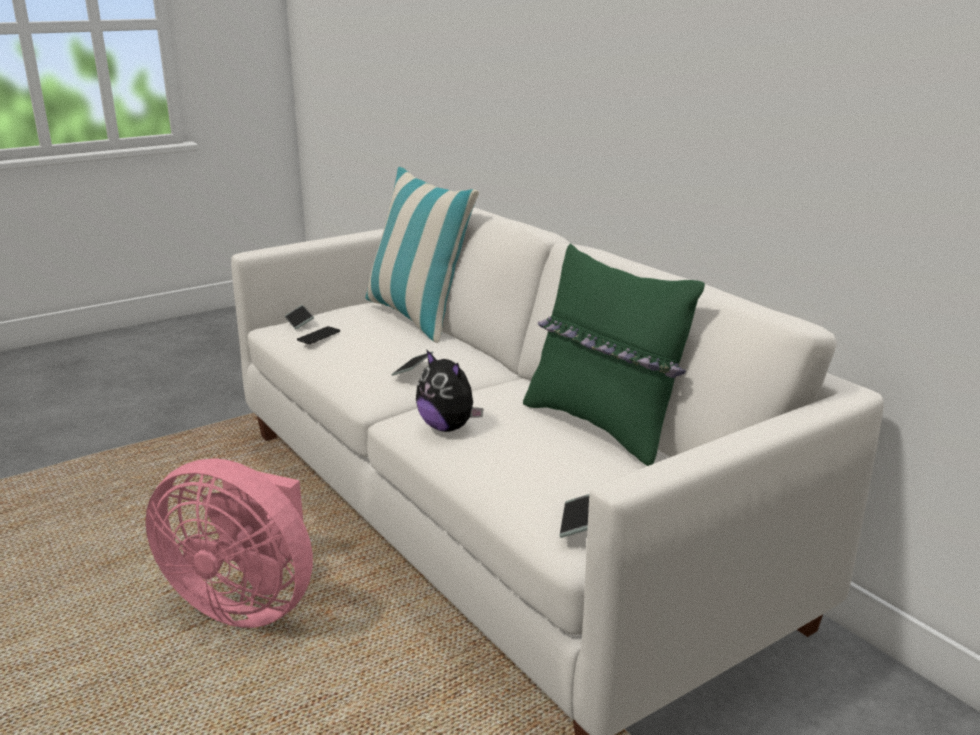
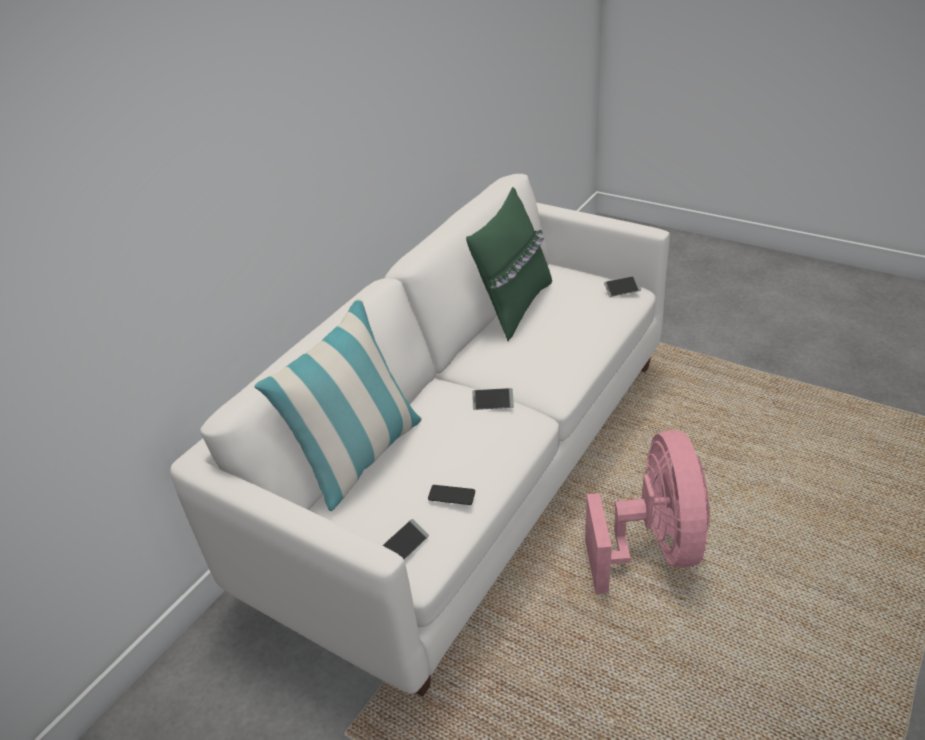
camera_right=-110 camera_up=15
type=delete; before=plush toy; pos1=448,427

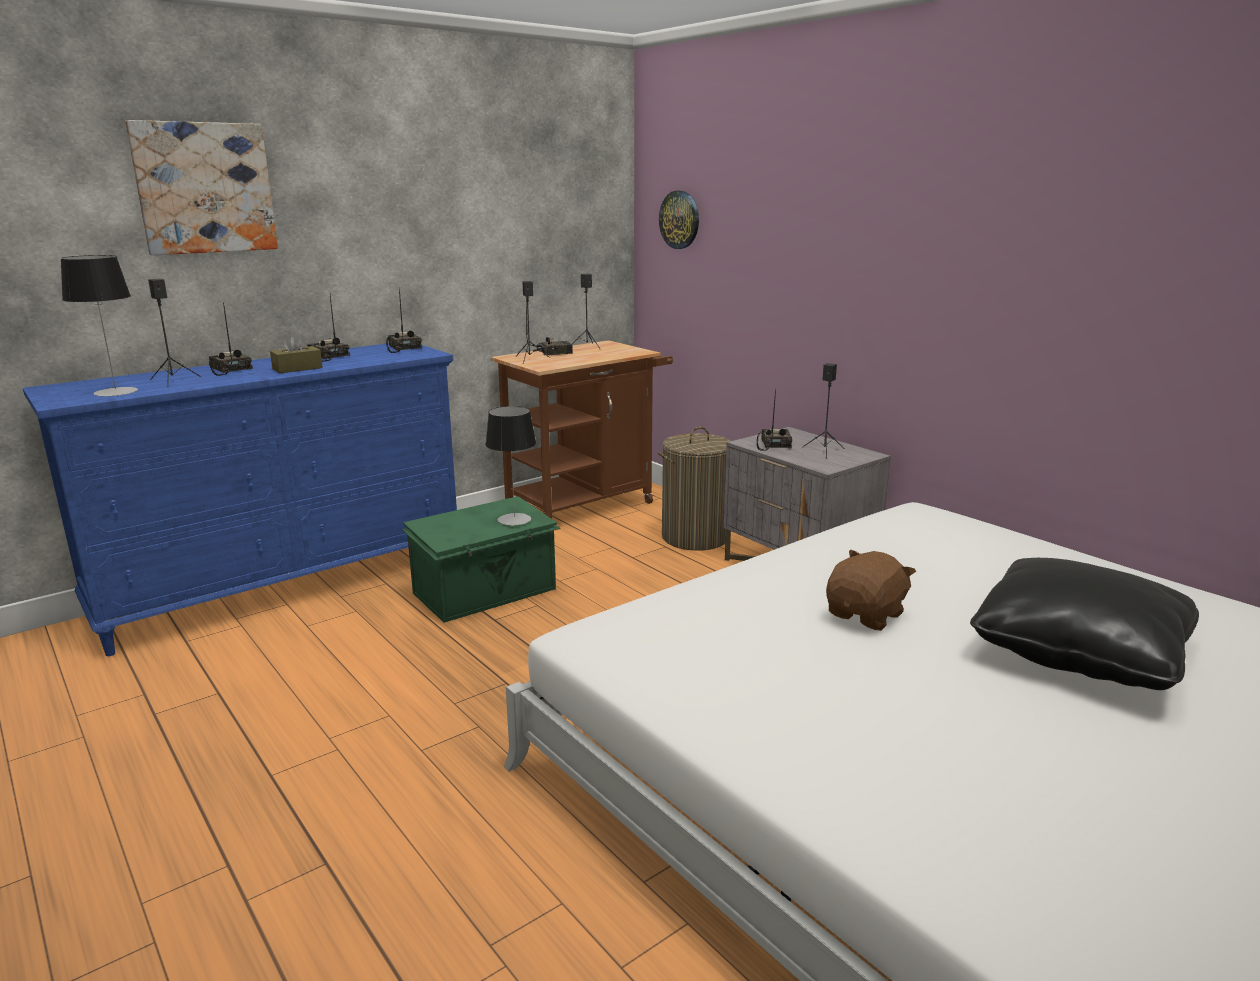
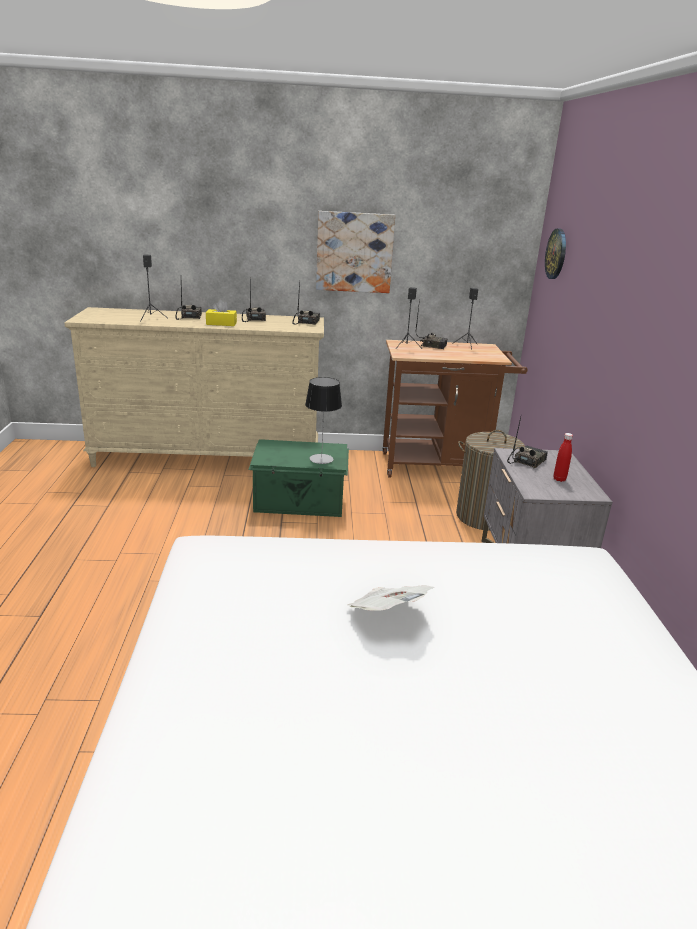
camera_right=35 camera_up=5
type=delete; before=table lamp; pos1=116,392
type=delete; before=black pillow; pos1=1078,651
type=move; before=picture; pos1=204,188; pos2=354,252
type=replace; before=black speaker; after=red bottle; pos1=824,451; pos2=559,479
type=replace; before=brown plush toy; after=newspaper; pos1=866,615; pos2=387,614
type=recolor; before=blue dresser; after=beige dresser; pos1=288,585; pos2=208,458
type=recolor; before=brown tissue box; after=yellow tissue box; pos1=297,368; pos2=221,323

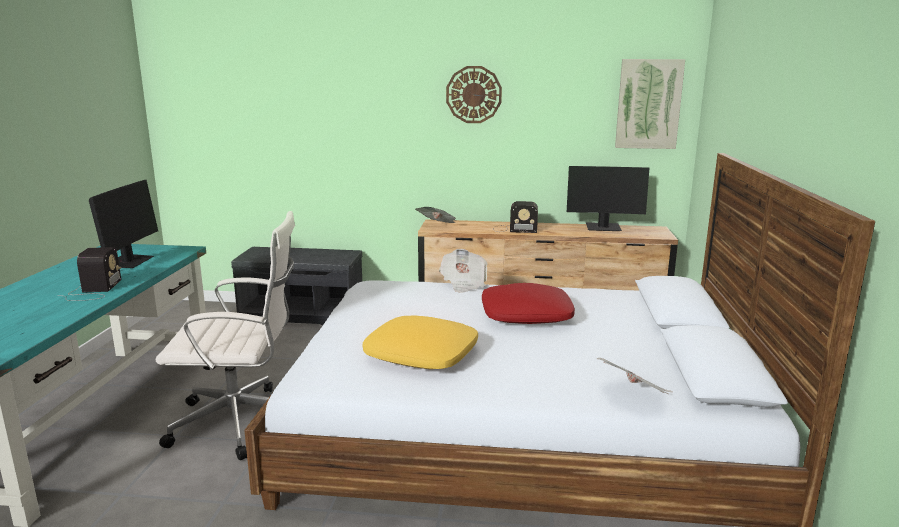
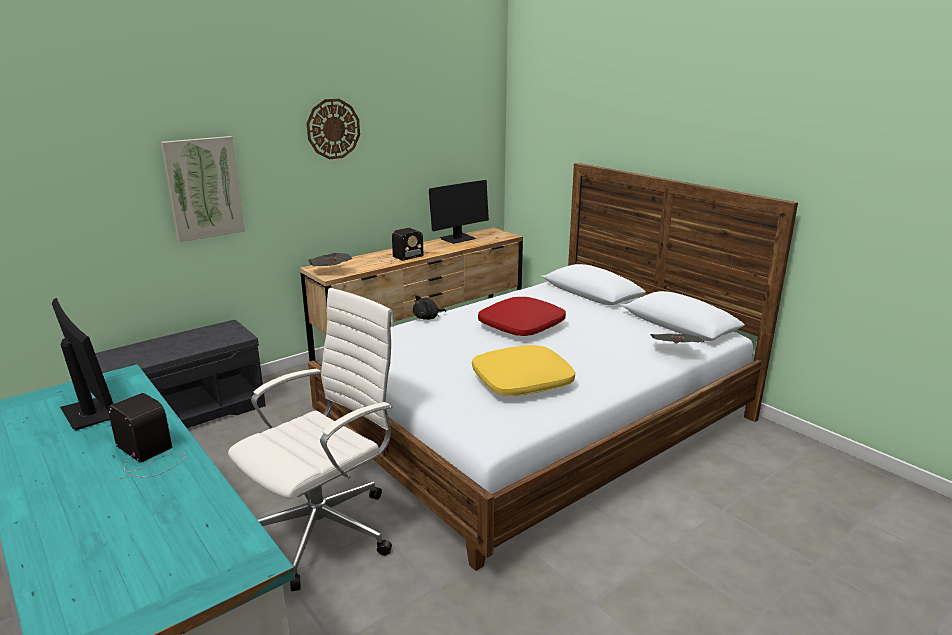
camera_right=-45 camera_up=5
type=move; before=picture; pos1=648,104; pos2=203,188
type=replace; before=newspaper; after=black plush toy; pos1=463,284; pos2=427,318

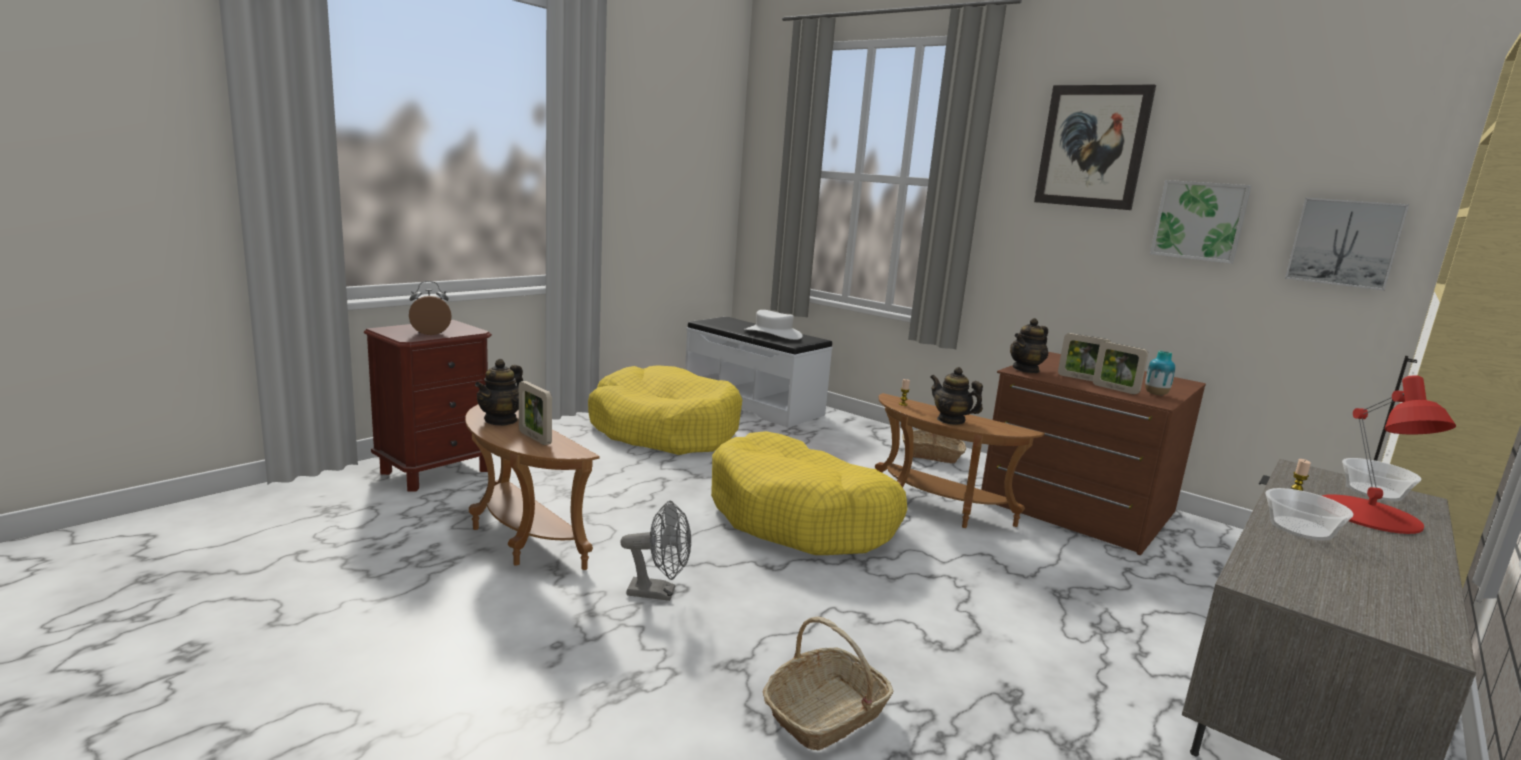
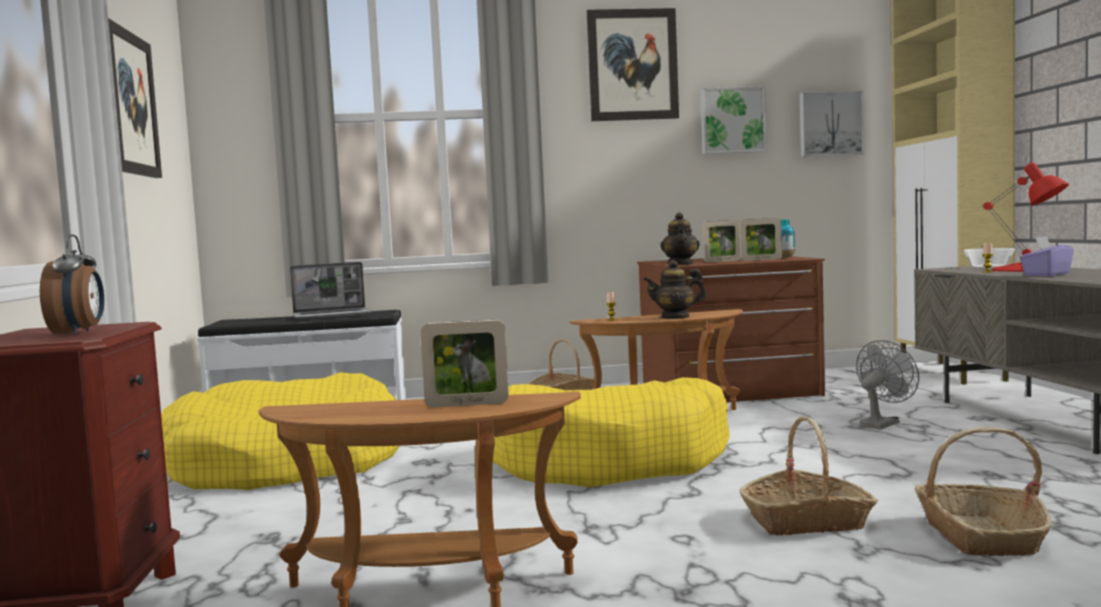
camera_right=-45 camera_up=-10
type=delete; before=teapot; pos1=501,420
type=insert; after=picture; pos2=129,103
type=insert; after=basket; pos2=807,521
type=move; before=grey fan; pos1=659,593; pos2=882,423
type=replace; before=white hat; after=laptop; pos1=773,334; pos2=332,315
type=replace; before=bowl; after=purple tissue box; pos1=1300,528; pos2=1046,275
type=rotate; before=alarm clock; pos1=430,333; pos2=78,333; turn=150

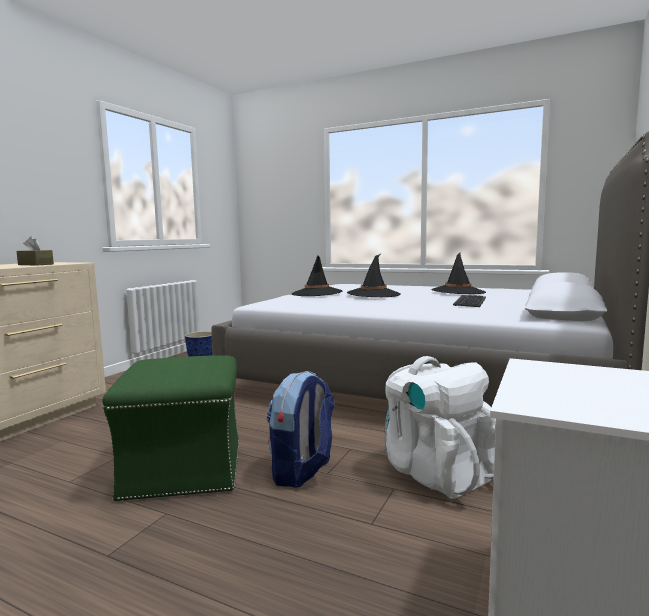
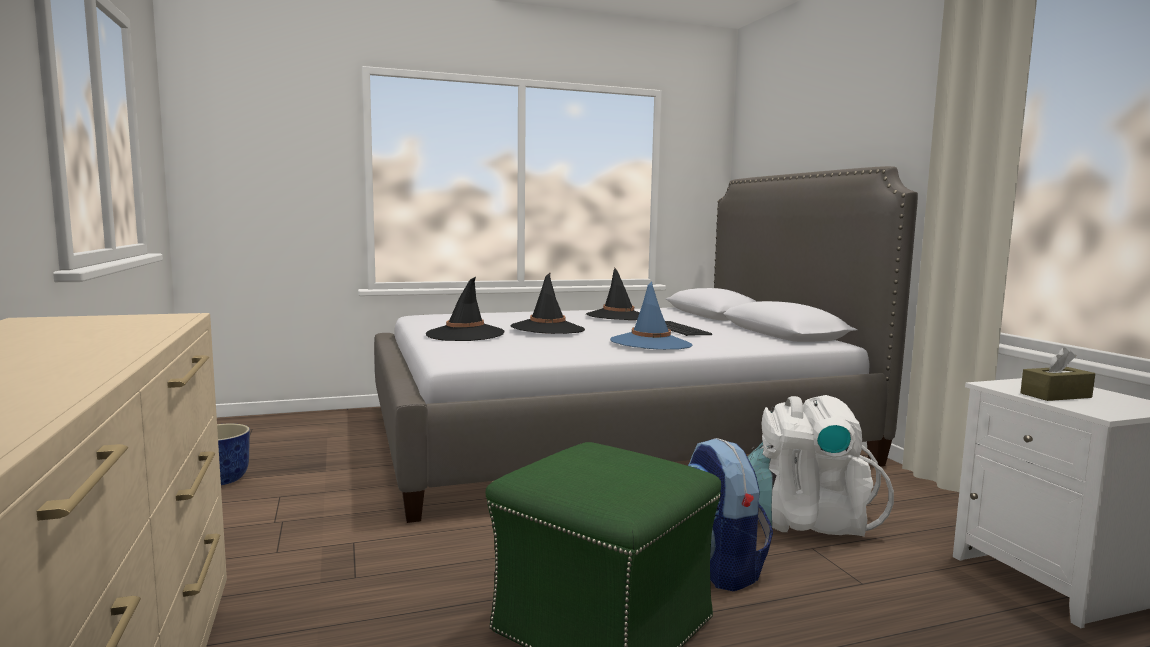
camera_right=-45 camera_up=0
type=insert; after=blue hat; pos2=650,343
type=move; before=brown tissue box; pos1=35,264; pos2=1055,395

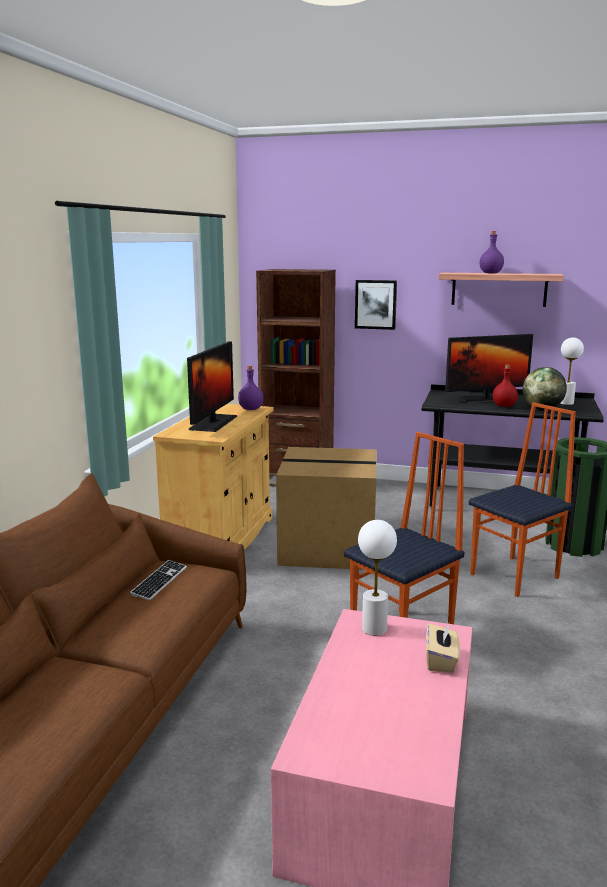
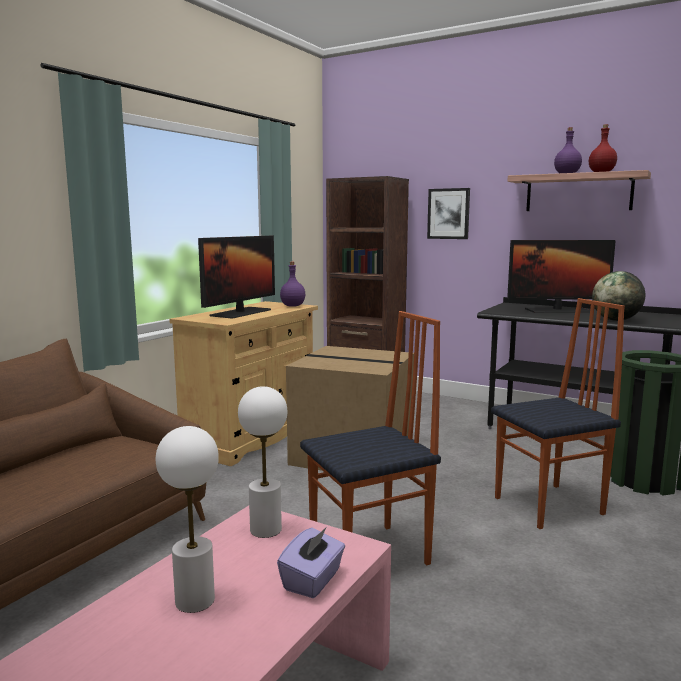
camera_right=15 camera_up=-5
type=delete; before=keyboard; pos1=159,581
type=move; before=red bottle; pos1=504,406; pos2=601,172
type=move; before=white table lamp; pos1=566,403; pos2=194,600
type=recolor; before=beige tissue box; after=purple tissue box; pos1=441,661; pos2=313,580

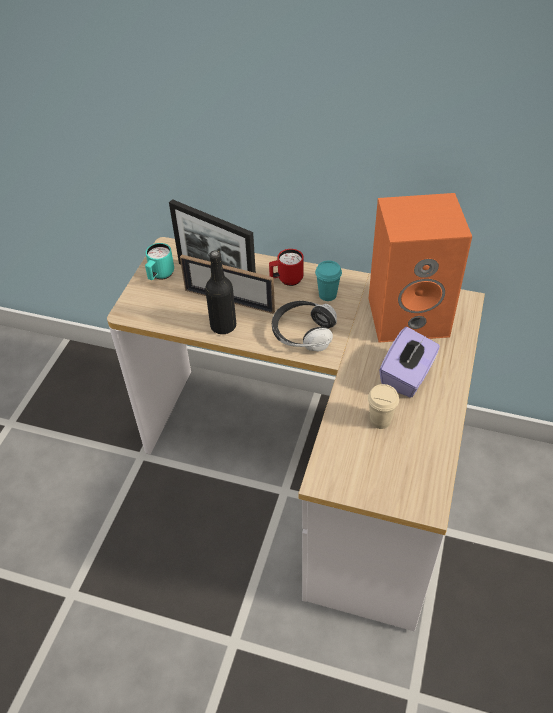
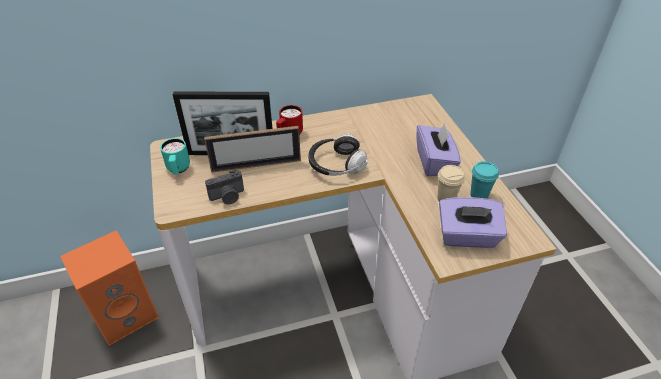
camera_right=-35 camera_up=-5
type=delete; before=black bottle; pos1=223,326
type=insert; after=photo camera; pos2=228,197
type=insert; after=purple tissue box; pos2=467,237
type=move; before=turquoise cup; pos1=327,295; pos2=478,195
type=move; before=orange speaker; pos1=409,315; pos2=126,313

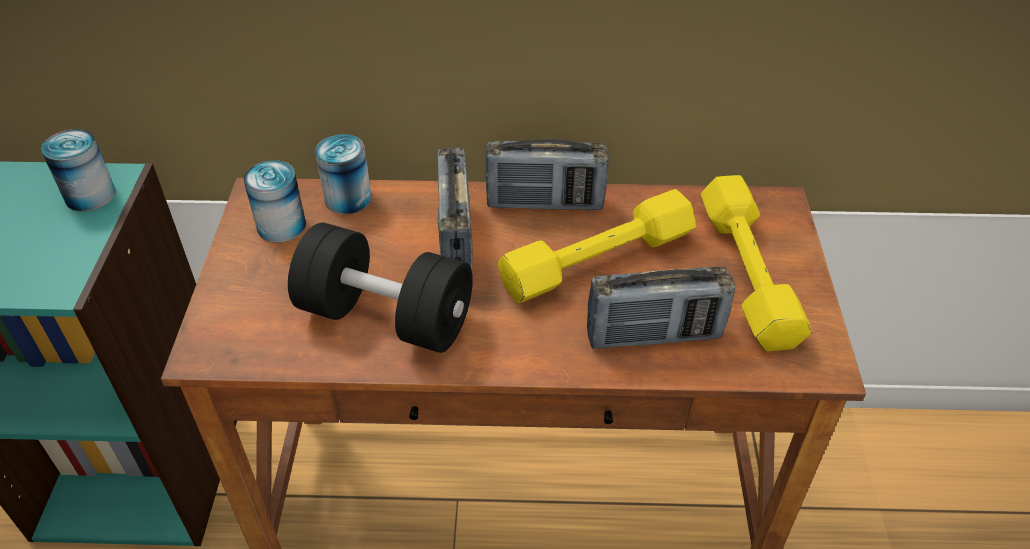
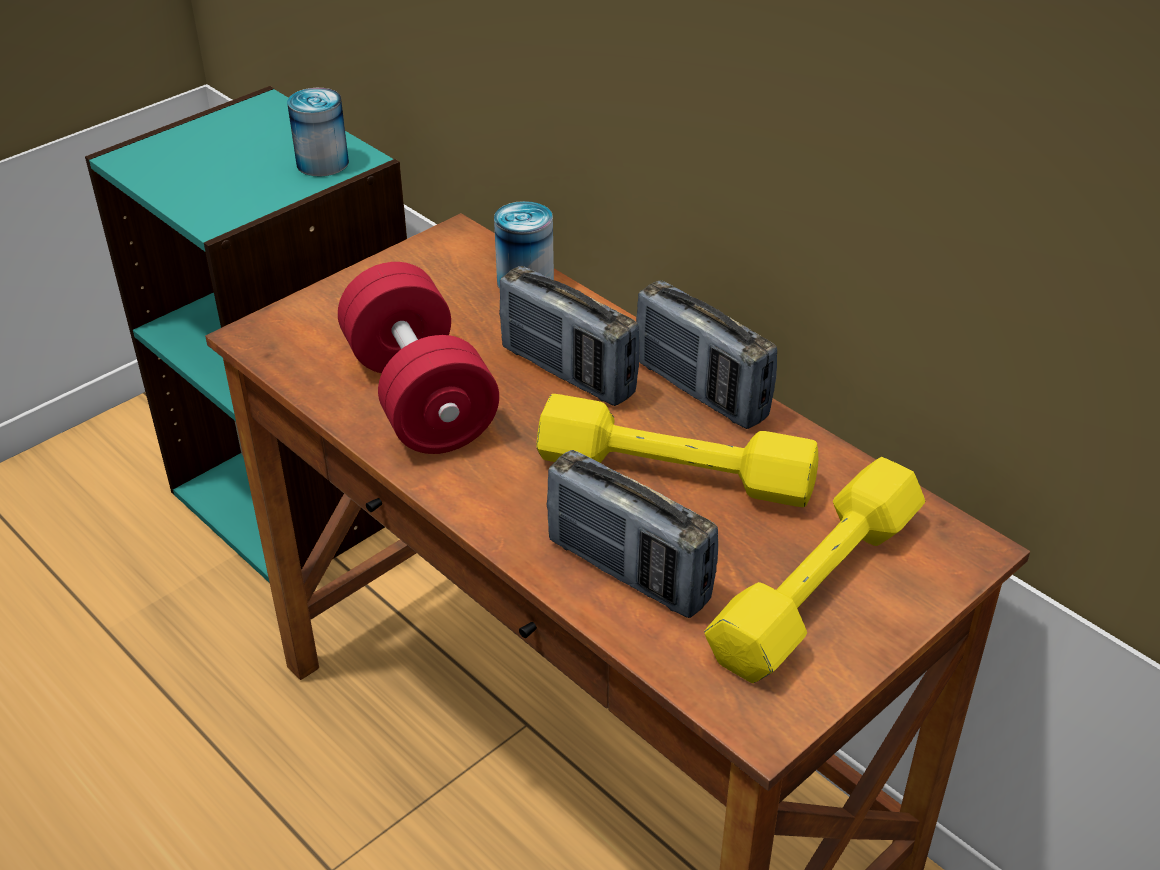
camera_right=45 camera_up=-5
type=delete; before=can; pos1=281,226
type=recolor; before=black dumbbell; after=red dumbbell; pos1=386,317; pos2=419,397
type=rotate; before=radio; pos1=455,240; pos2=567,372; turn=-90

